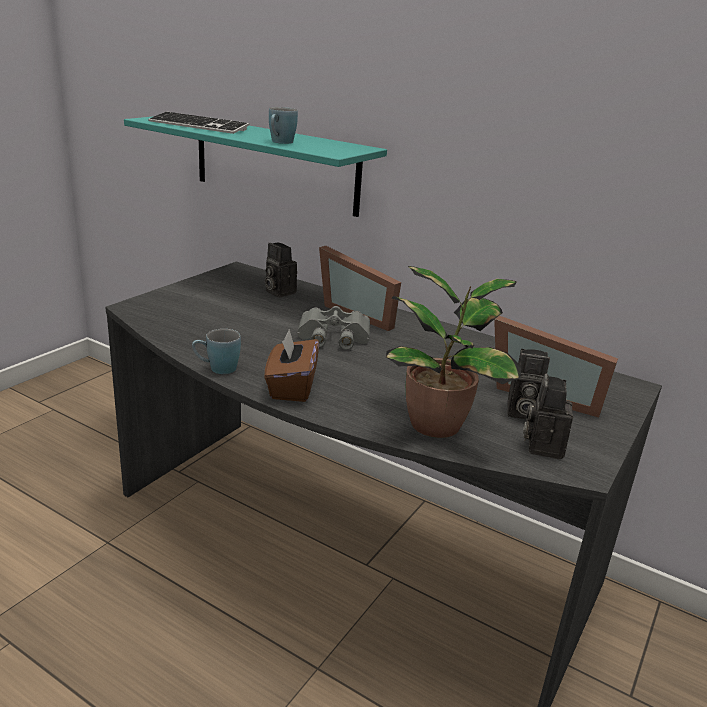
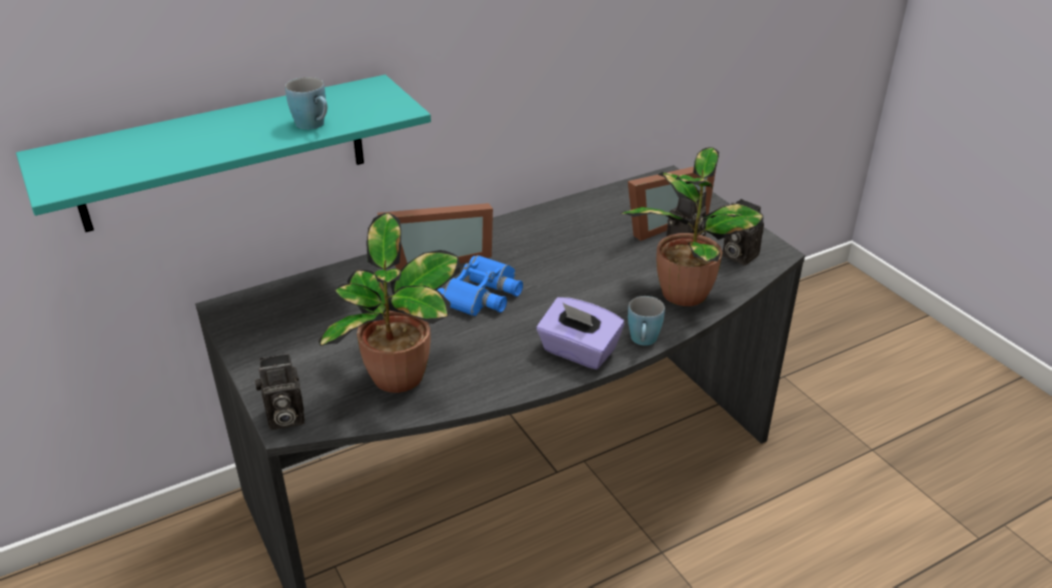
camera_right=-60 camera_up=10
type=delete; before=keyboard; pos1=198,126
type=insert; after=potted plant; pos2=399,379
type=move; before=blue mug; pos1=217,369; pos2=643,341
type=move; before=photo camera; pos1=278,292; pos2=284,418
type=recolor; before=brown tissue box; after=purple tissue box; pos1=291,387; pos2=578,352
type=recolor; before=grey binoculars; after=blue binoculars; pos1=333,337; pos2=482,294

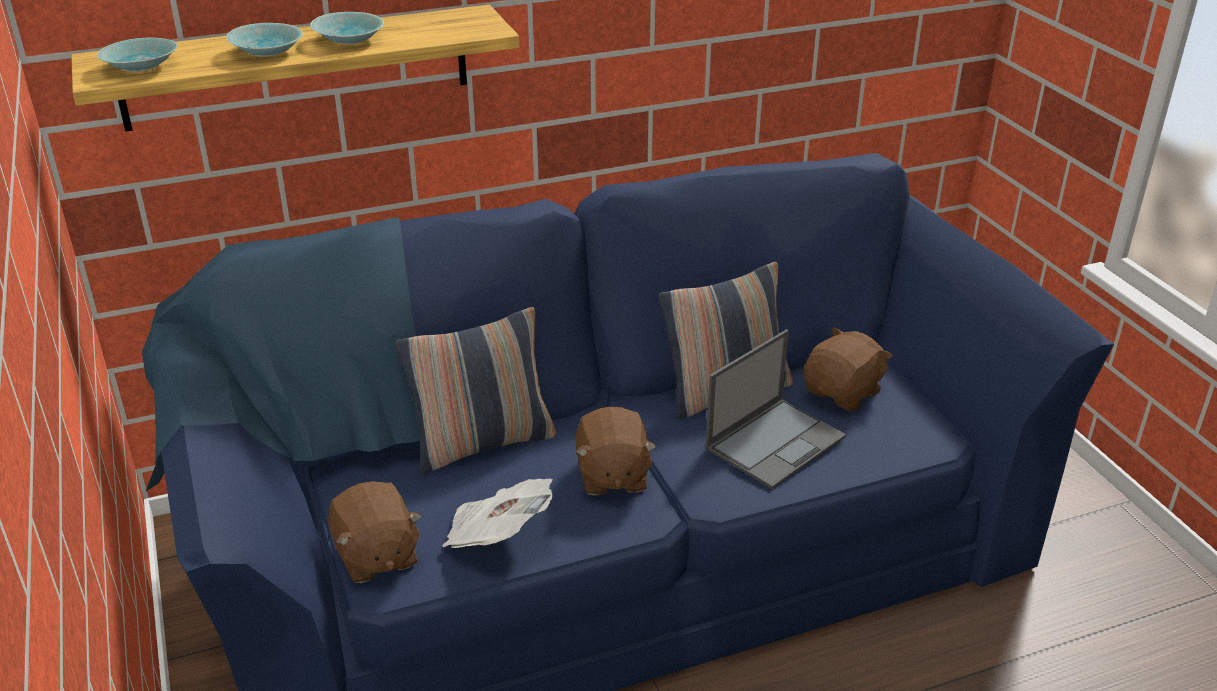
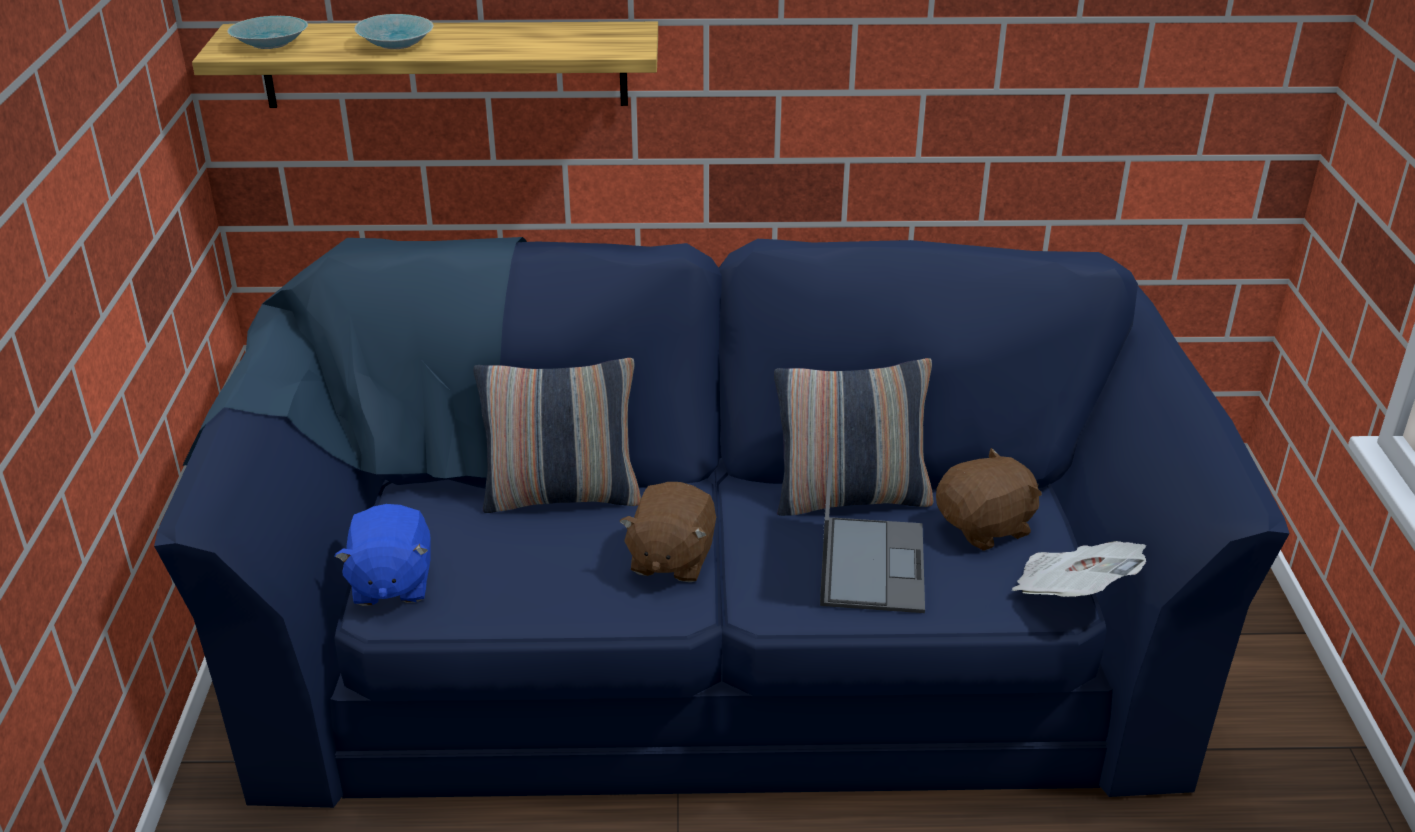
camera_right=20 camera_up=0
type=delete; before=turquoise bowl; pos1=350,39
type=move; before=newspaper; pos1=498,535; pos2=1072,593
type=recolor; before=brown plush toy; after=blue plush toy; pos1=376,556; pos2=391,583
type=rotate; before=laptop; pos1=776,442; pos2=871,563; turn=-60

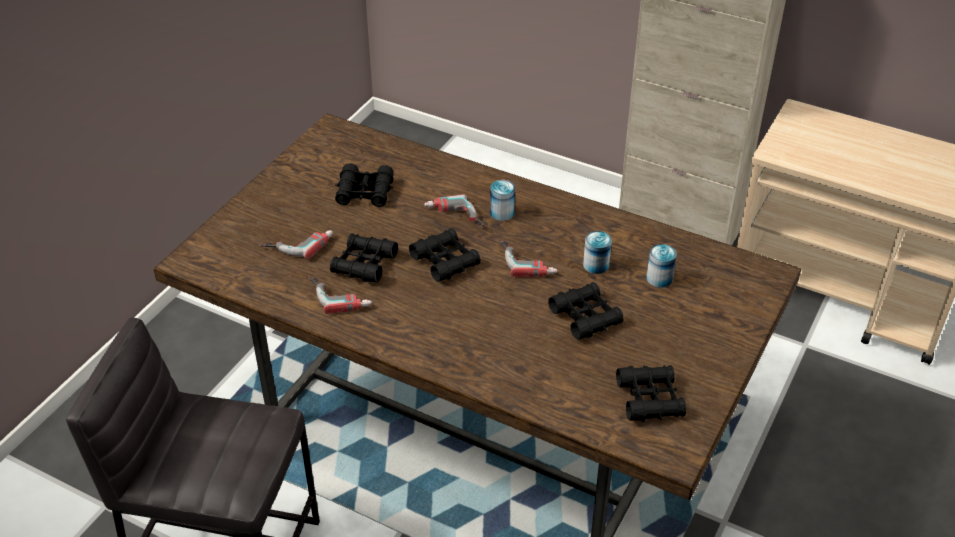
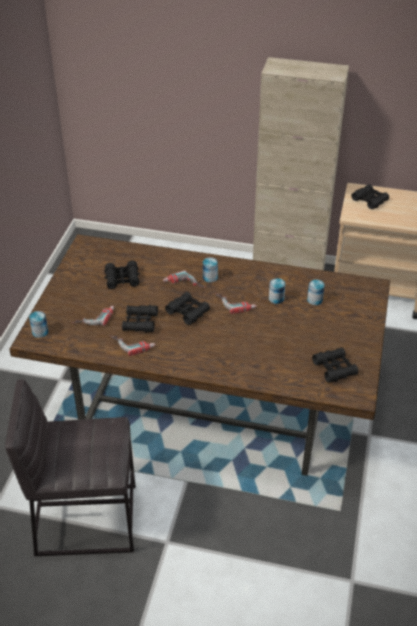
camera_right=-15 camera_up=0
type=insert; after=can; pos2=40,332
type=move; before=black binoculars; pos1=585,317; pos2=369,200

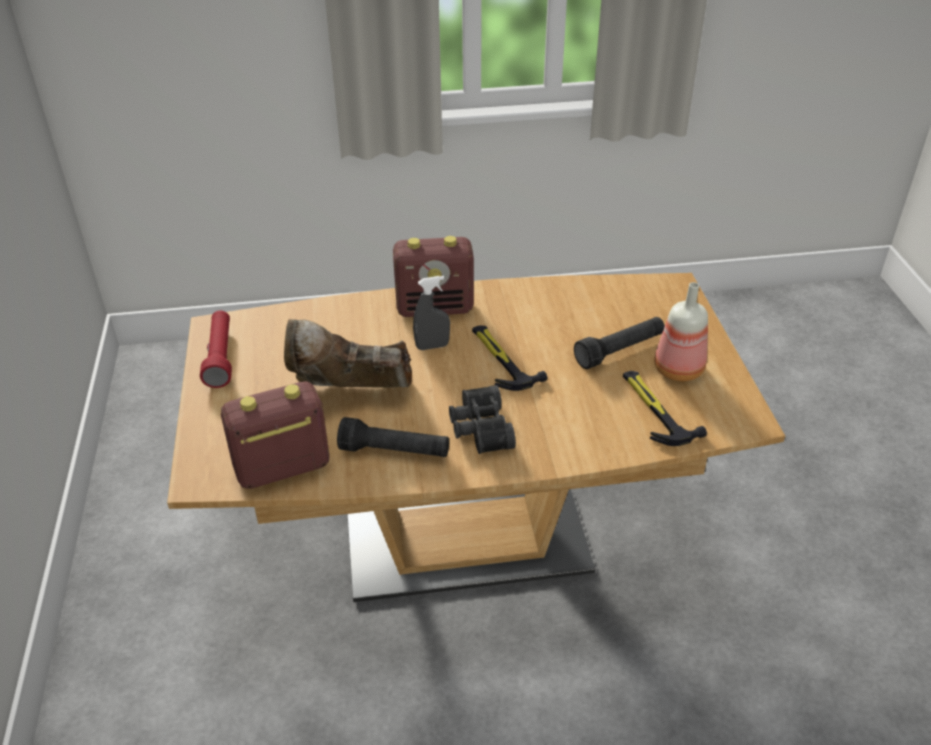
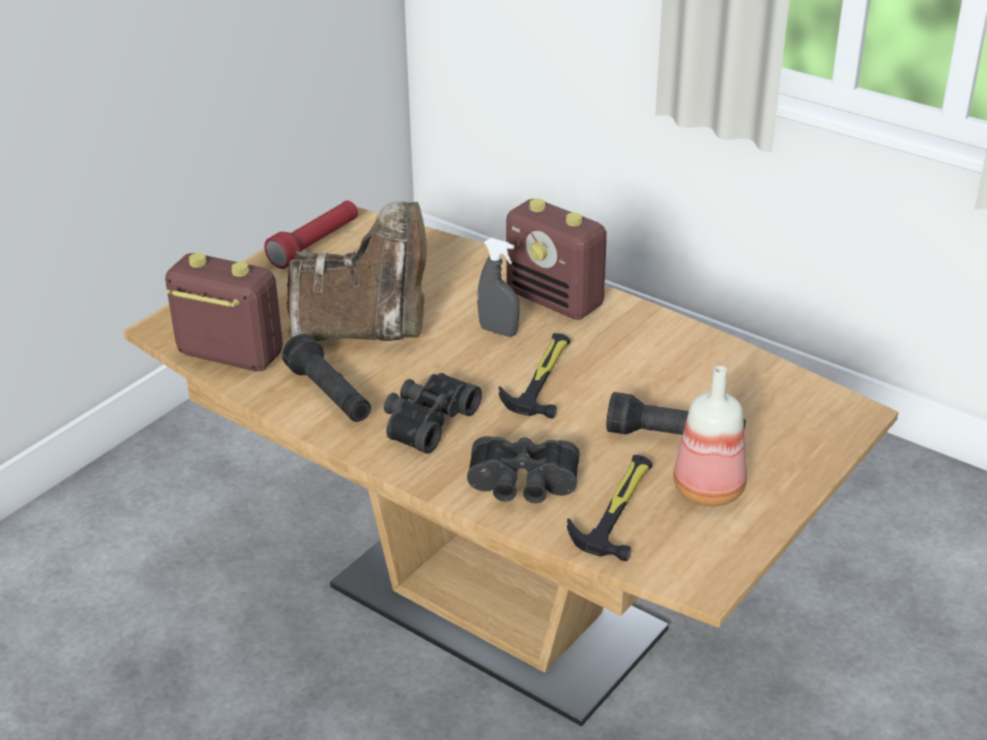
camera_right=45 camera_up=-5
type=insert; after=black binoculars; pos2=522,486
type=rotate; before=brown boot; pos1=349,394; pos2=366,330; turn=135

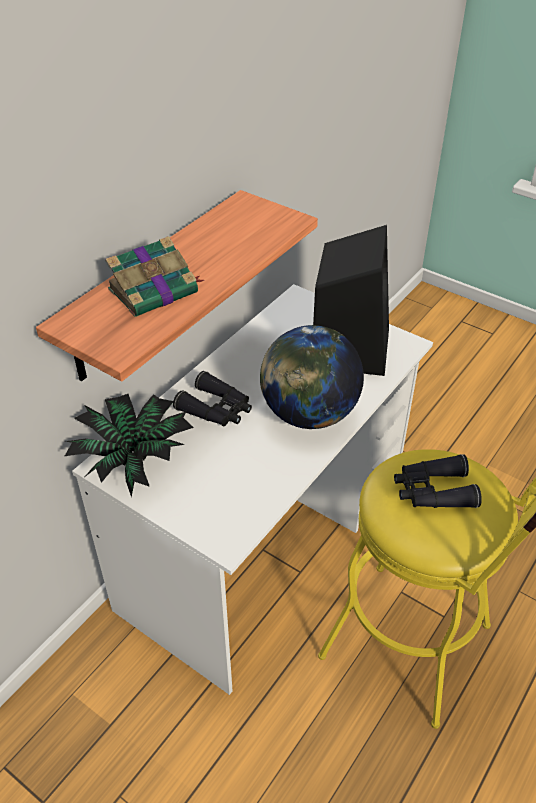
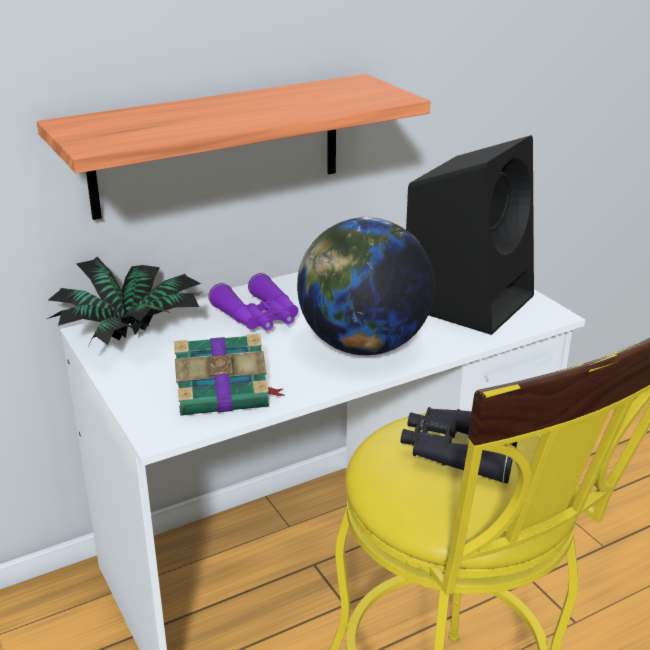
camera_right=25 camera_up=-15
type=move; before=book; pos1=155,290; pos2=225,393
type=recolor; before=black binoculars; after=purple binoculars; pos1=217,409; pos2=259,317

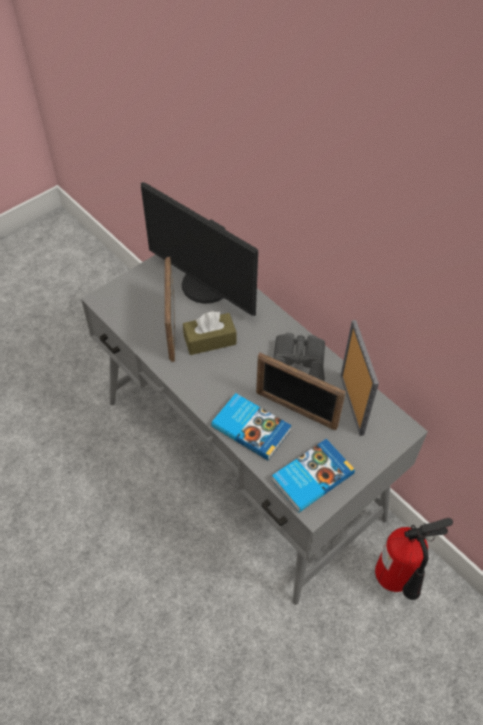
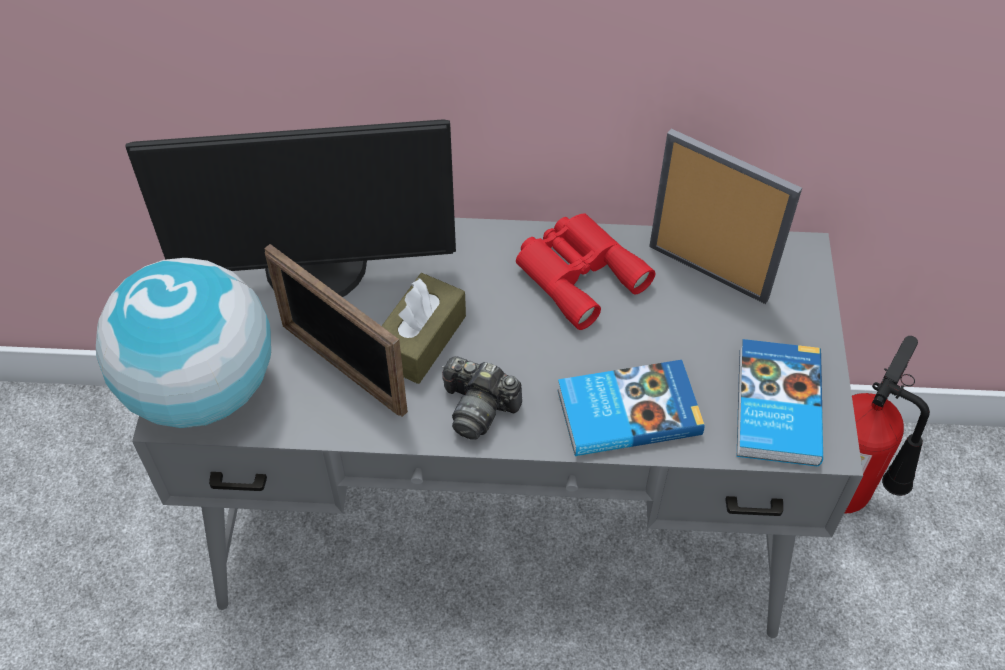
camera_right=-45 camera_up=0
type=delete; before=picture frame; pos1=295,410
type=insert; after=globe; pos2=203,389
type=insert; after=photo camera; pos2=478,407
type=recolor; before=grey binoculars; after=red binoculars; pos1=298,362; pos2=577,272

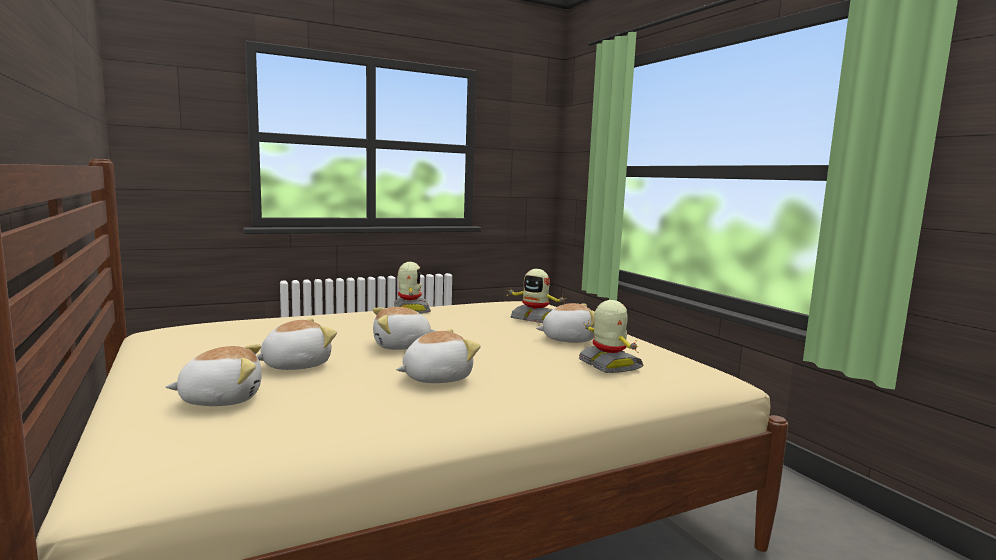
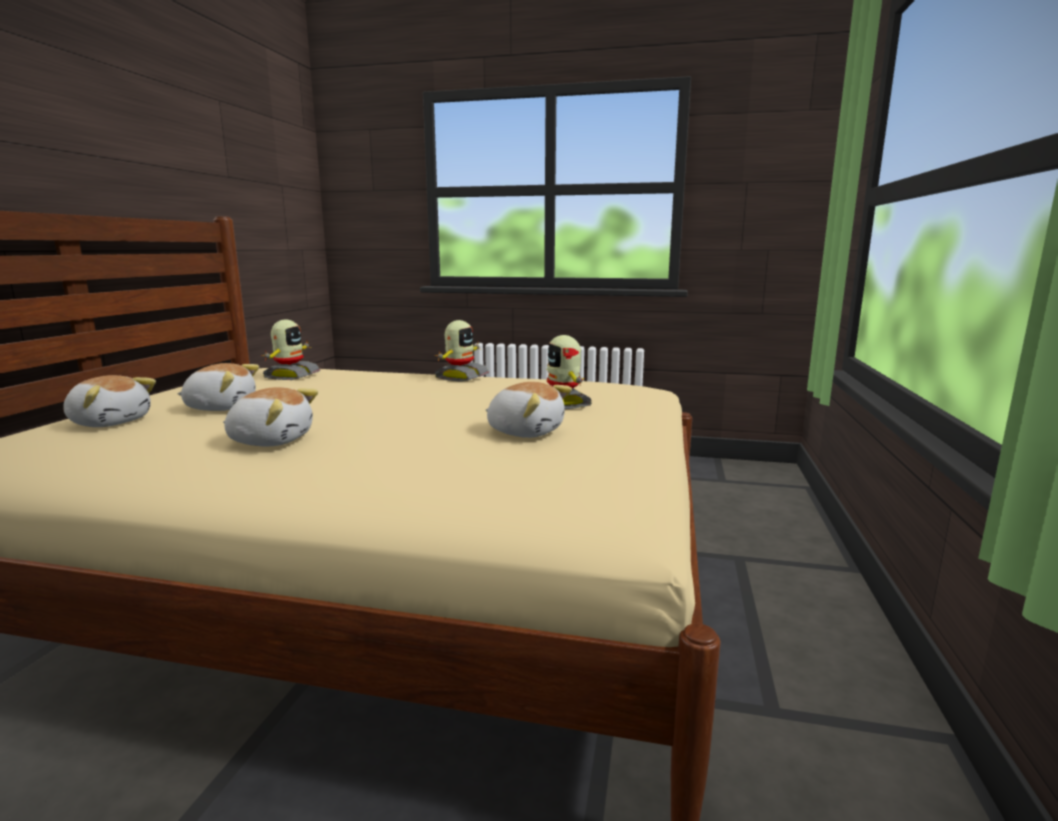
camera_right=40 camera_up=5
type=delete; before=plush toy; pos1=402,346
type=move; before=toy robot; pos1=608,365; pos2=291,376

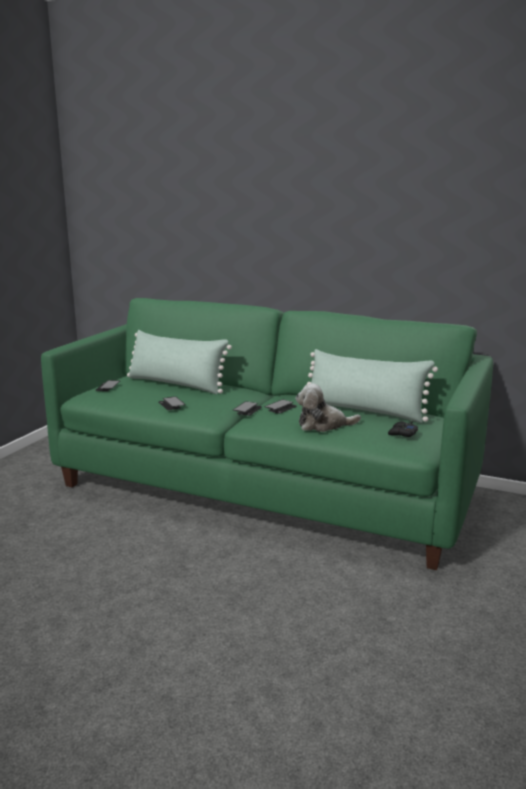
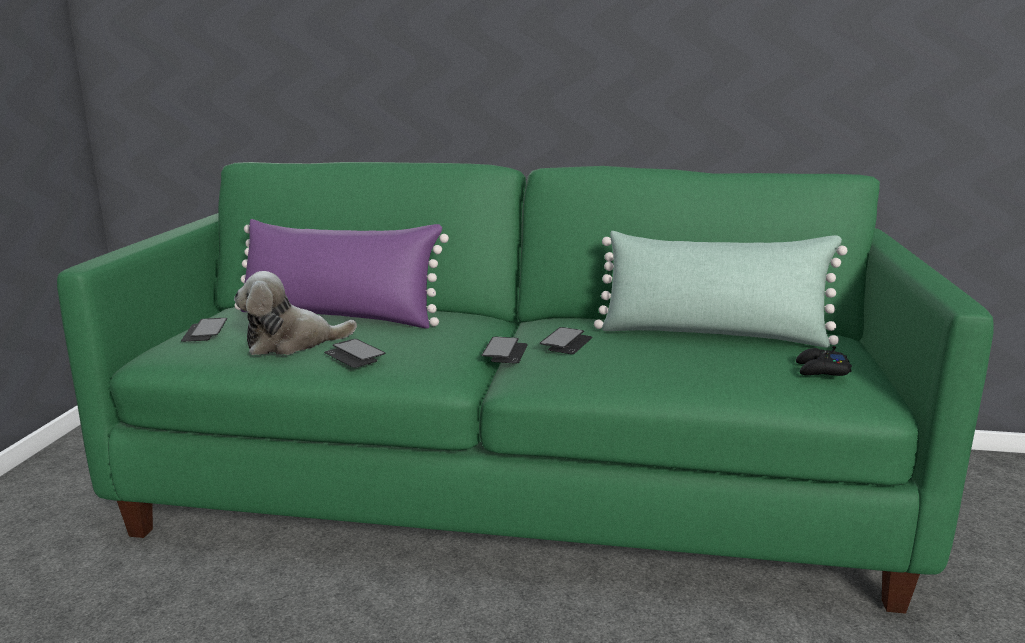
camera_right=-15 camera_up=0
type=move; before=plush toy; pos1=323,425; pos2=291,343
type=recolor; before=green pillow; after=purple pillow; pos1=176,384; pos2=339,316

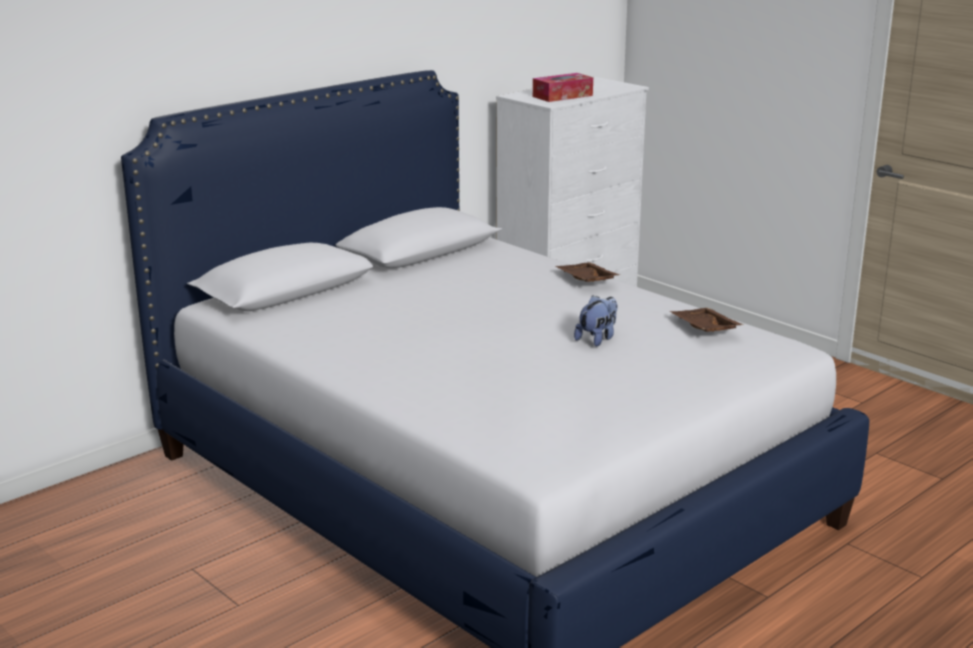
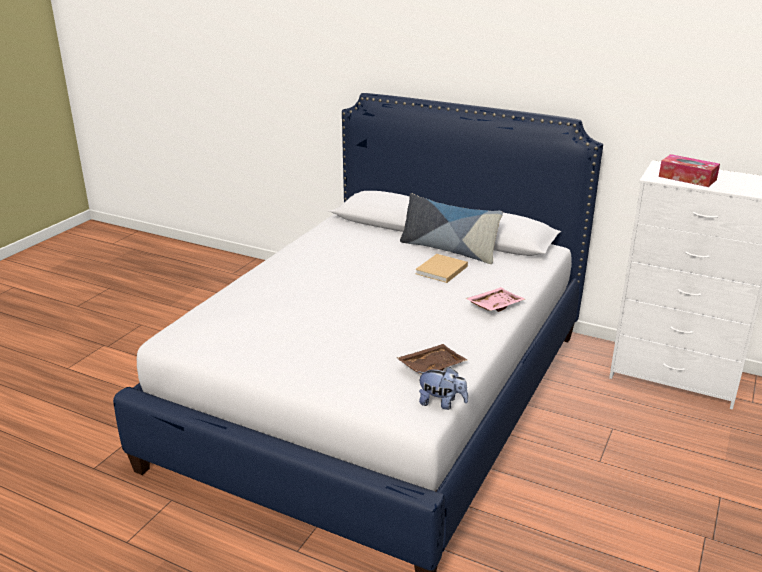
camera_right=70 camera_up=5
type=insert; after=pillow; pos2=448,250
type=insert; after=beige book; pos2=440,270
type=move; before=plush toy; pos1=597,339; pos2=441,403
type=recolor; before=brown tray; after=pink tray; pos1=585,280; pos2=494,305

